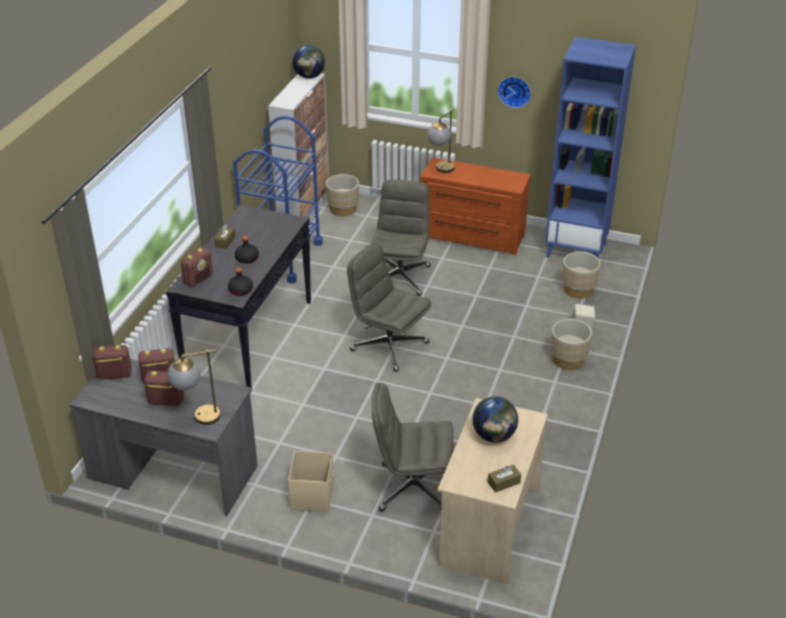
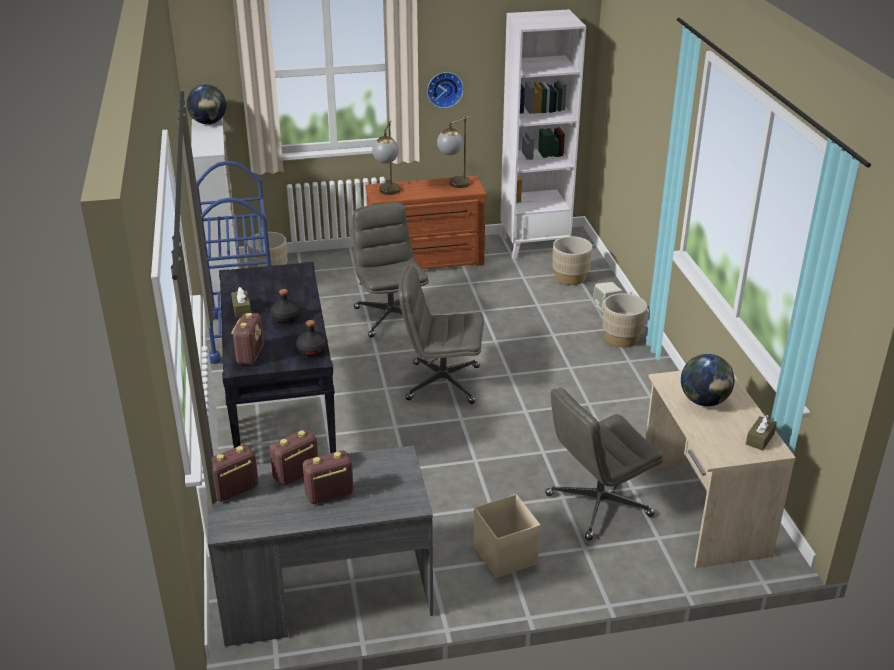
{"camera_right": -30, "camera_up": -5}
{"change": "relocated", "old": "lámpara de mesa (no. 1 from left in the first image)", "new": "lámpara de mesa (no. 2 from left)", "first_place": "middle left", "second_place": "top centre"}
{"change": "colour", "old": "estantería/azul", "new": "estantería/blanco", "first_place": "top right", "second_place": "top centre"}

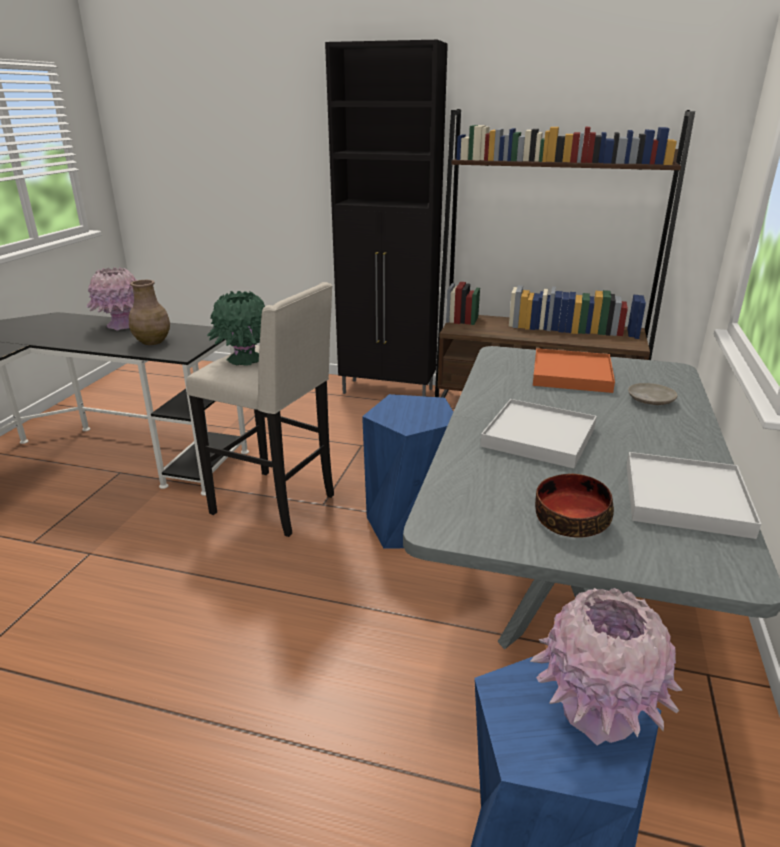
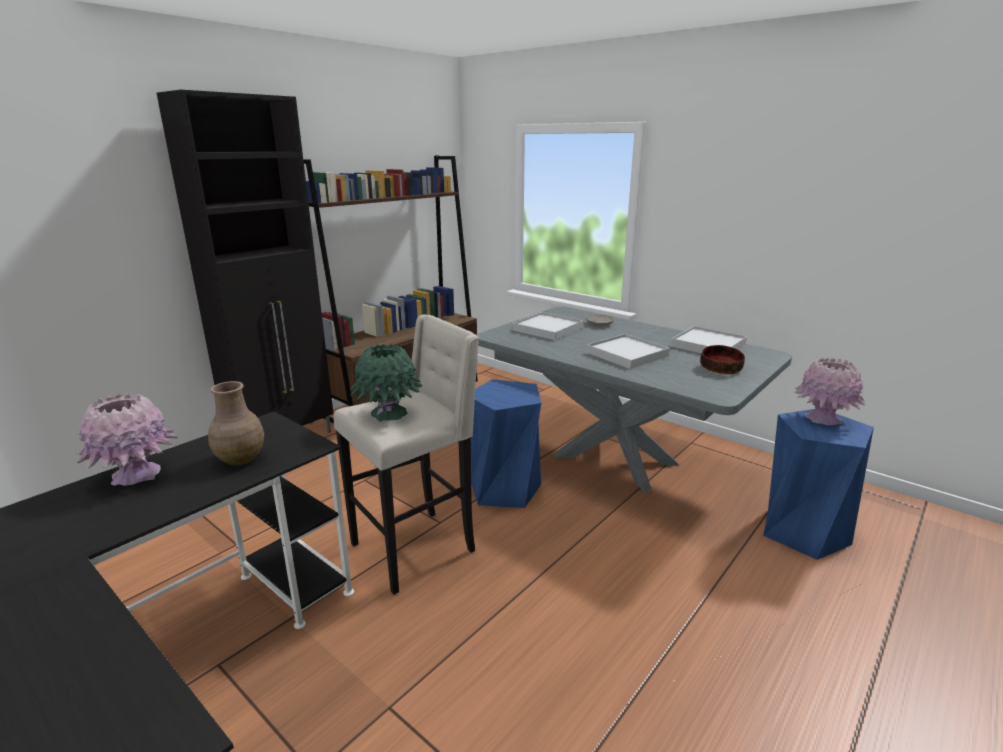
{"camera_right": -65, "camera_up": -5}
{"change": "colour", "old": "bandeja/naranja", "new": "bandeja/blanco (no. 1 from left)", "first_place": "middle right", "second_place": "centre"}

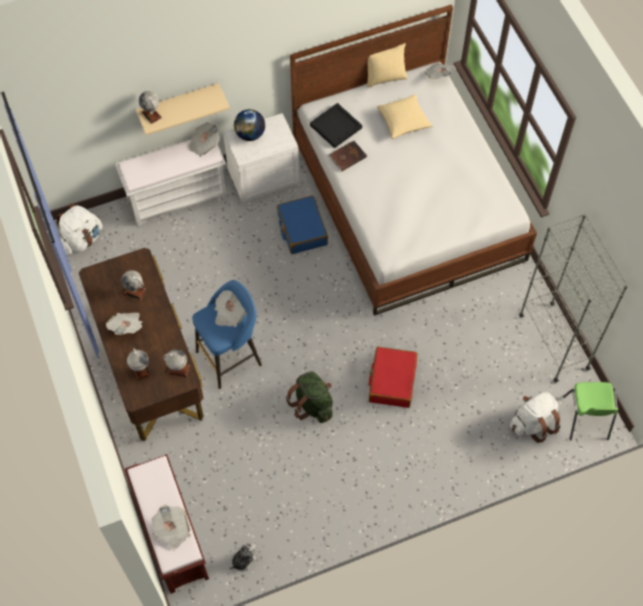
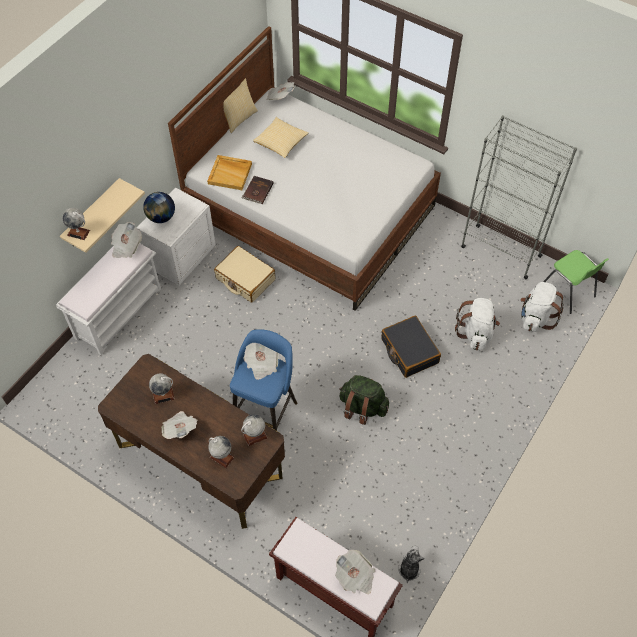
{"camera_right": -35, "camera_up": -5}
{"change": "colour", "old": "bandeja/negro", "new": "bandeja/beis", "first_place": "top centre", "second_place": "top centre"}
{"change": "colour", "old": "maleta/azul", "new": "maleta/beis", "first_place": "centre", "second_place": "centre"}
{"change": "colour", "old": "maleta/rojo", "new": "maleta/negro", "first_place": "centre", "second_place": "centre"}
{"change": "relocated", "old": "mochila/blanco (no. 1 from left)", "first_place": "middle left", "second_place": "middle right"}

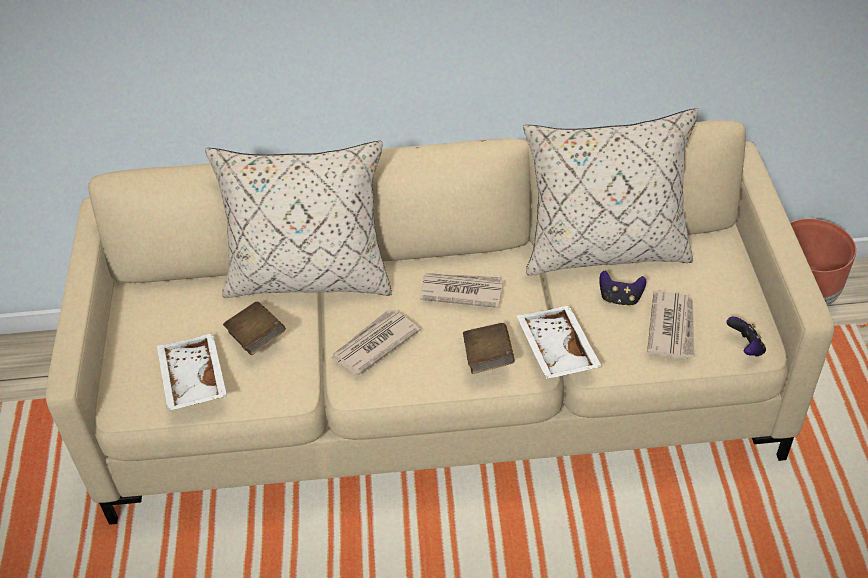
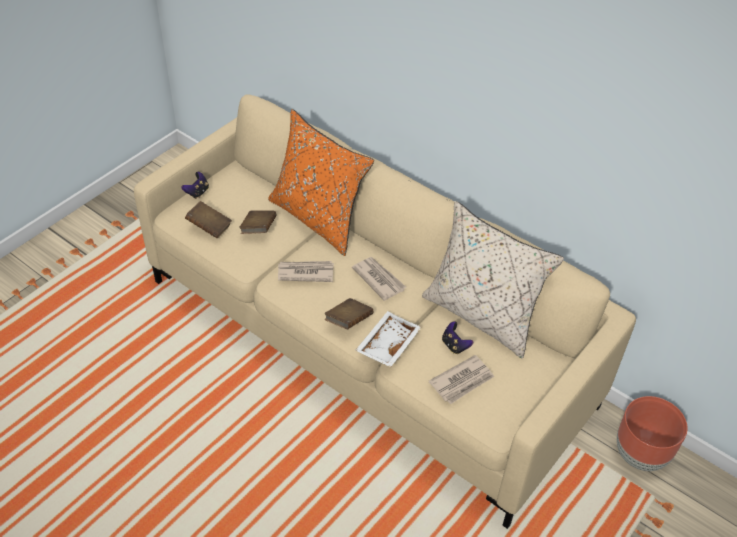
{"camera_right": 40, "camera_up": 0}
{"change": "relocated", "old": "mando de consola (no. 2 from left in the first image)", "new": "mando de consola (no. 1 from left)", "first_place": "middle right", "second_place": "middle left"}
{"change": "exchanged", "old": "bandeja/blanco (no. 1 from left)", "new": "libro/marrón (no. 1 from left)", "first_place": "middle left", "second_place": "middle left"}
{"change": "colour", "old": "cojín/beis (no. 1 from left)", "new": "cojín/naranja", "first_place": "centre", "second_place": "centre"}

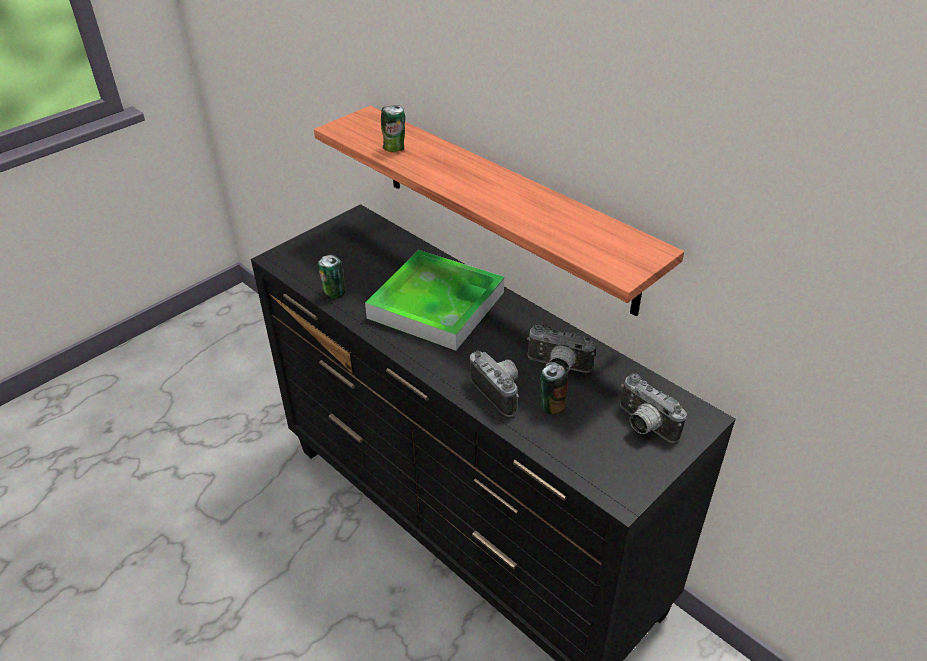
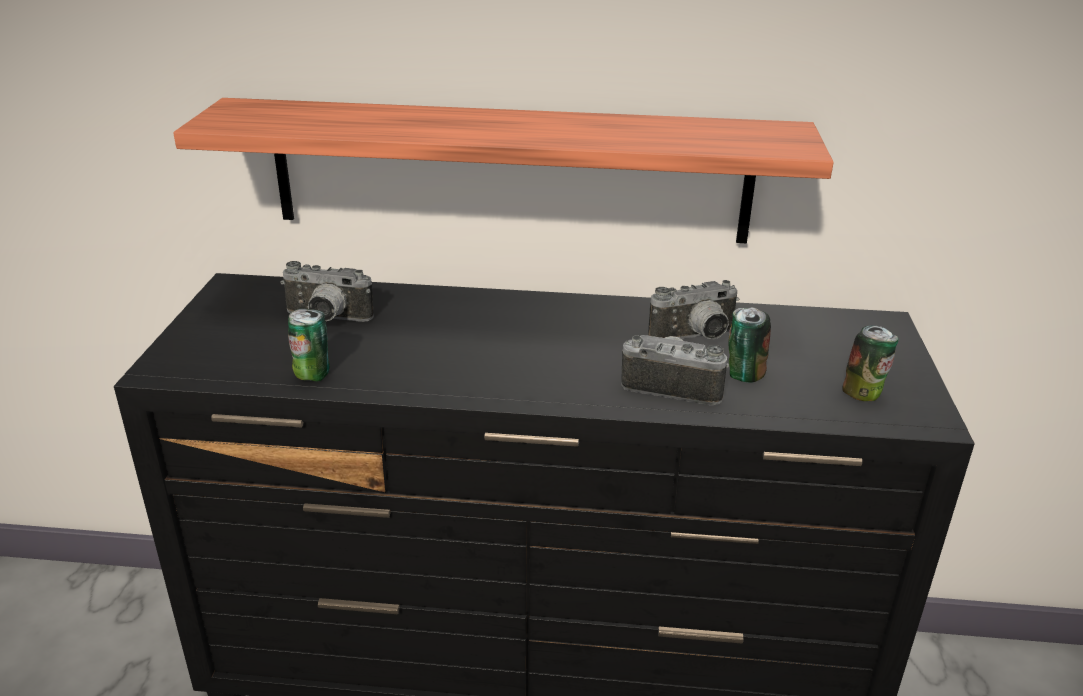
{"camera_right": -40, "camera_up": -10}
{"change": "relocated", "old": "cámara (no. 3 from left in the first image)", "new": "cámara (no. 1 from left)", "first_place": "middle right", "second_place": "middle left"}
{"change": "relocated", "old": "lata (no. 2 from left in the first image)", "new": "lata (no. 3 from left)", "first_place": "top centre", "second_place": "middle right"}
{"change": "missing", "old": "bandeja", "first_place": "centre"}

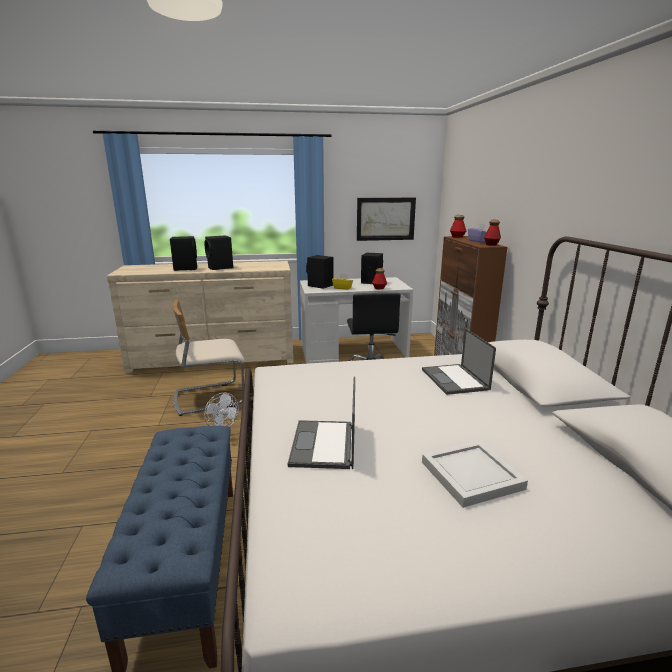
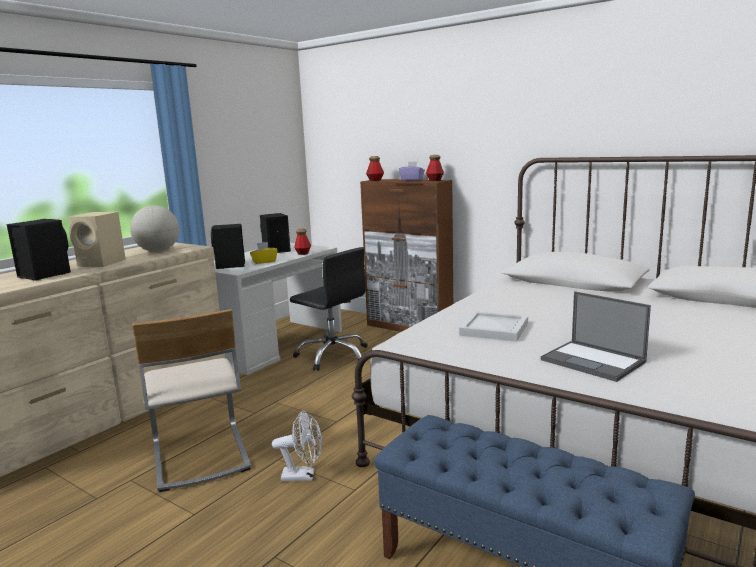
{"camera_right": -45, "camera_up": -5}
{"change": "colour", "old": "altavoz/negro (no. 2 from left)", "new": "altavoz/beis", "first_place": "middle left", "second_place": "middle left"}
{"change": "appeared", "new": "globo terráqueo", "second_place": "middle left"}
{"change": "spun", "old": "silla/beis", "first_place": "middle left", "second_place": "bottom left", "degrees": -45}
{"change": "relocated", "old": "bandeja/blanco", "first_place": "bottom right", "second_place": "centre"}
{"change": "missing", "old": "cuadro", "first_place": "top centre"}
{"change": "missing", "old": "portátil (no. 2 from left)", "first_place": "middle right"}

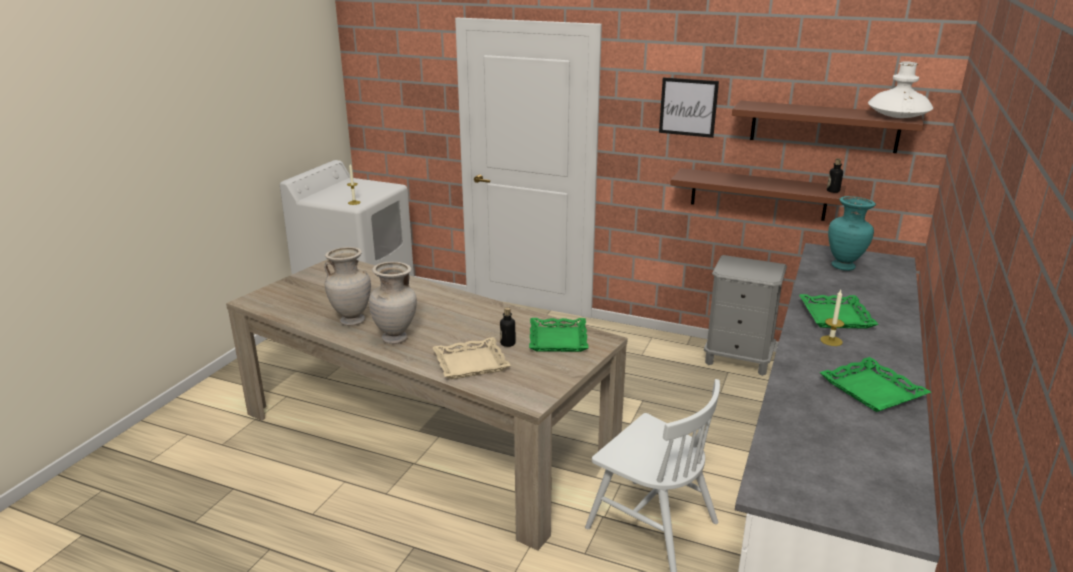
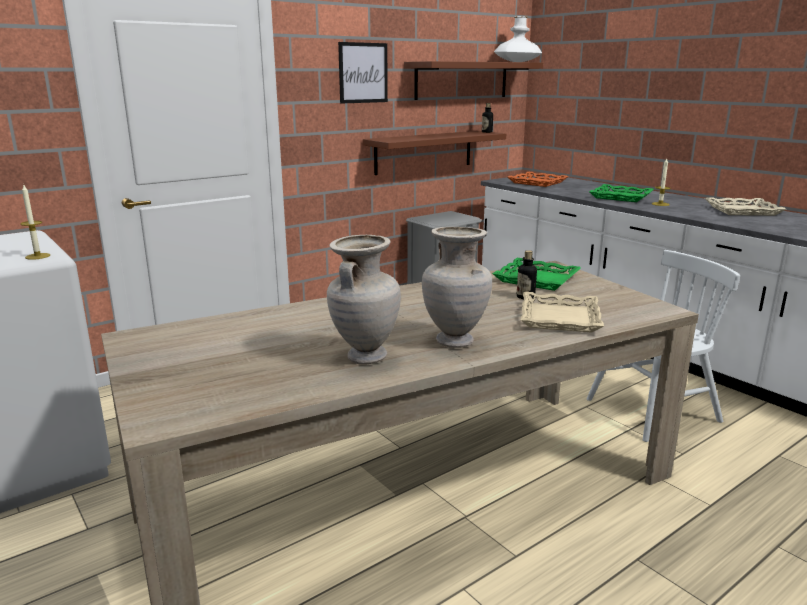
{"camera_right": -60, "camera_up": -5}
{"change": "exchanged", "old": "florero/turquesa", "new": "bandeja/naranja", "first_place": "middle right", "second_place": "top right"}
{"change": "colour", "old": "bandeja/verde (no. 3 from left)", "new": "bandeja/beis (no. 2 from left)", "first_place": "bottom right", "second_place": "middle right"}

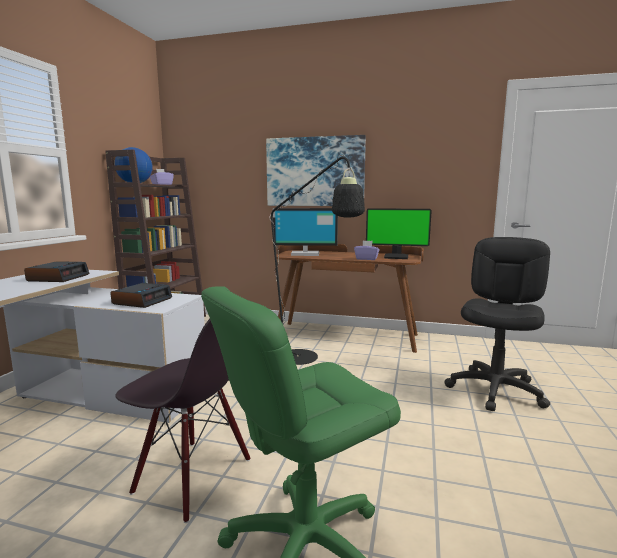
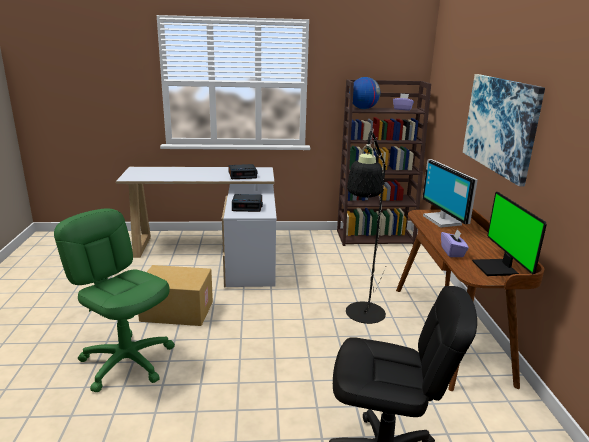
{"camera_right": 70, "camera_up": 10}
{"change": "exchanged", "old": "silla/negro", "new": "caja de cartón", "first_place": "bottom left", "second_place": "bottom left"}

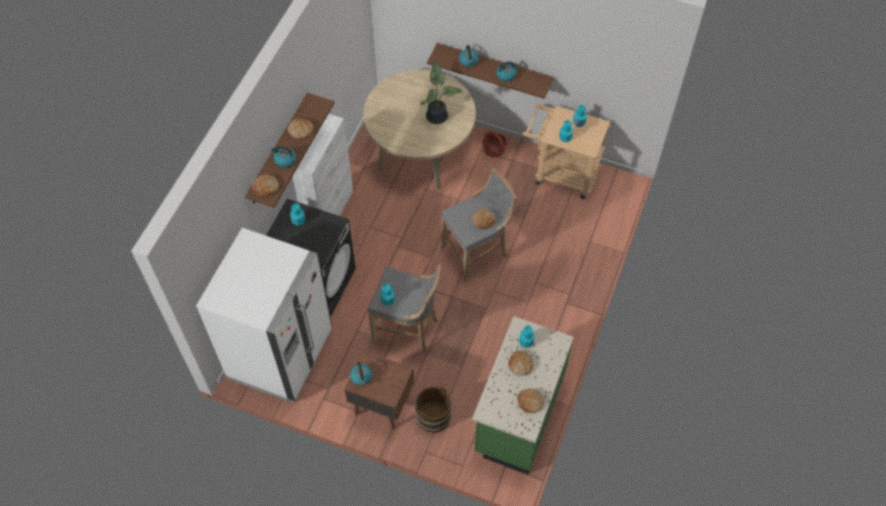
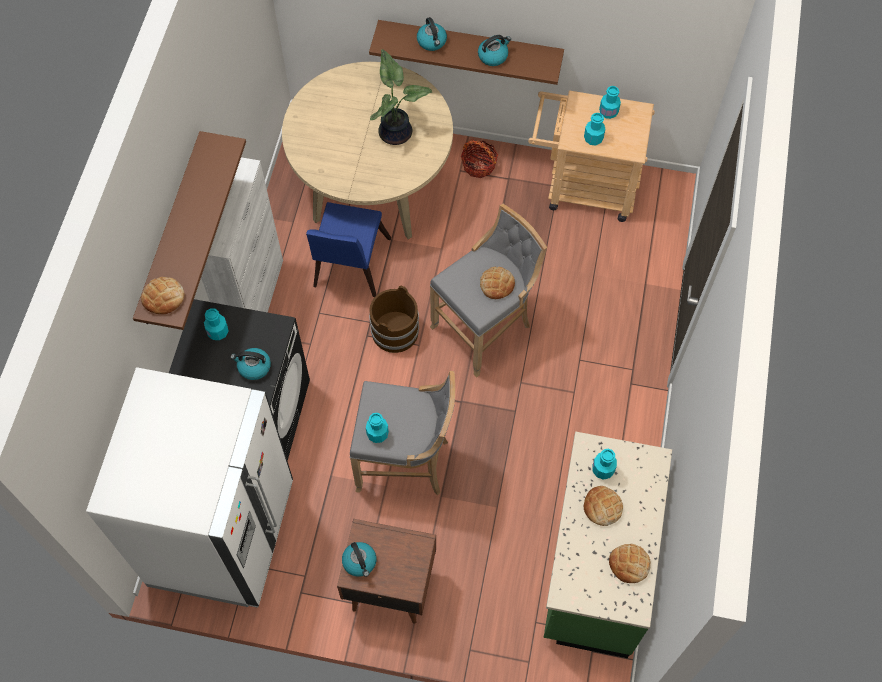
{"camera_right": -10, "camera_up": 5}
{"change": "relocated", "old": "hervidor (no. 1 from left)", "first_place": "top left", "second_place": "middle left"}
{"change": "appeared", "new": "silla/azul", "second_place": "centre"}
{"change": "relocated", "old": "cubo/marrón", "first_place": "bottom centre", "second_place": "centre"}
{"change": "missing", "old": "pan (no. 2 from left)", "first_place": "top centre"}

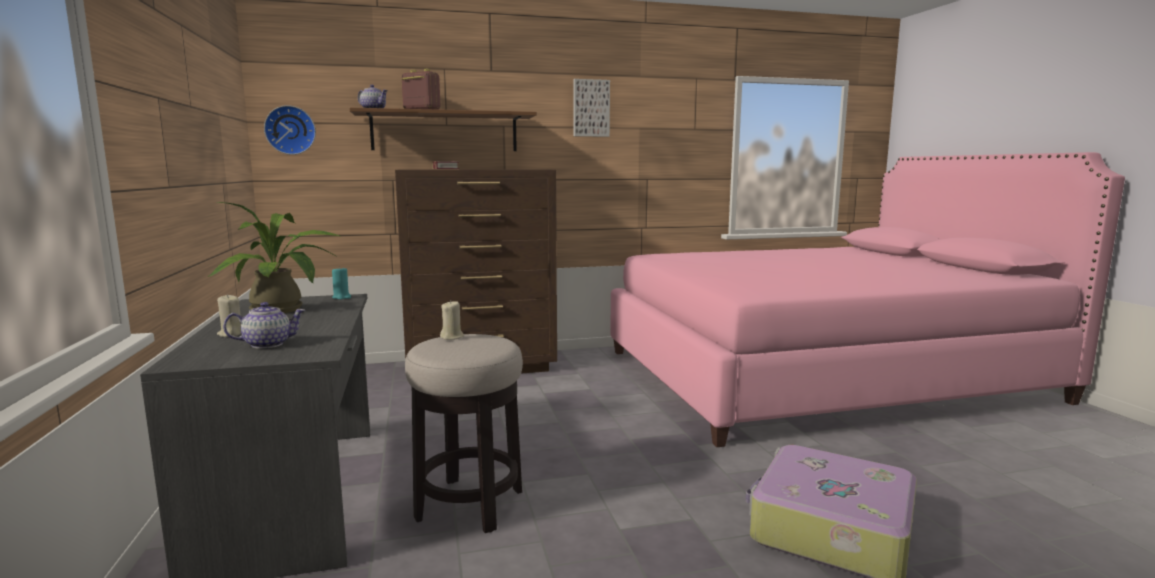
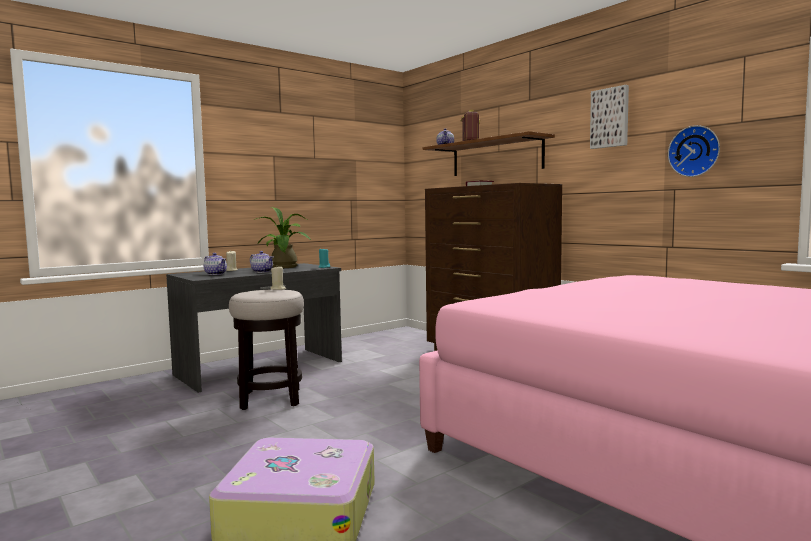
{"camera_right": 65, "camera_up": -5}
{"change": "appeared", "new": "tetera (no. 2 from left)", "second_place": "middle left"}
{"change": "relocated", "old": "reloj de pared", "first_place": "top left", "second_place": "top right"}

